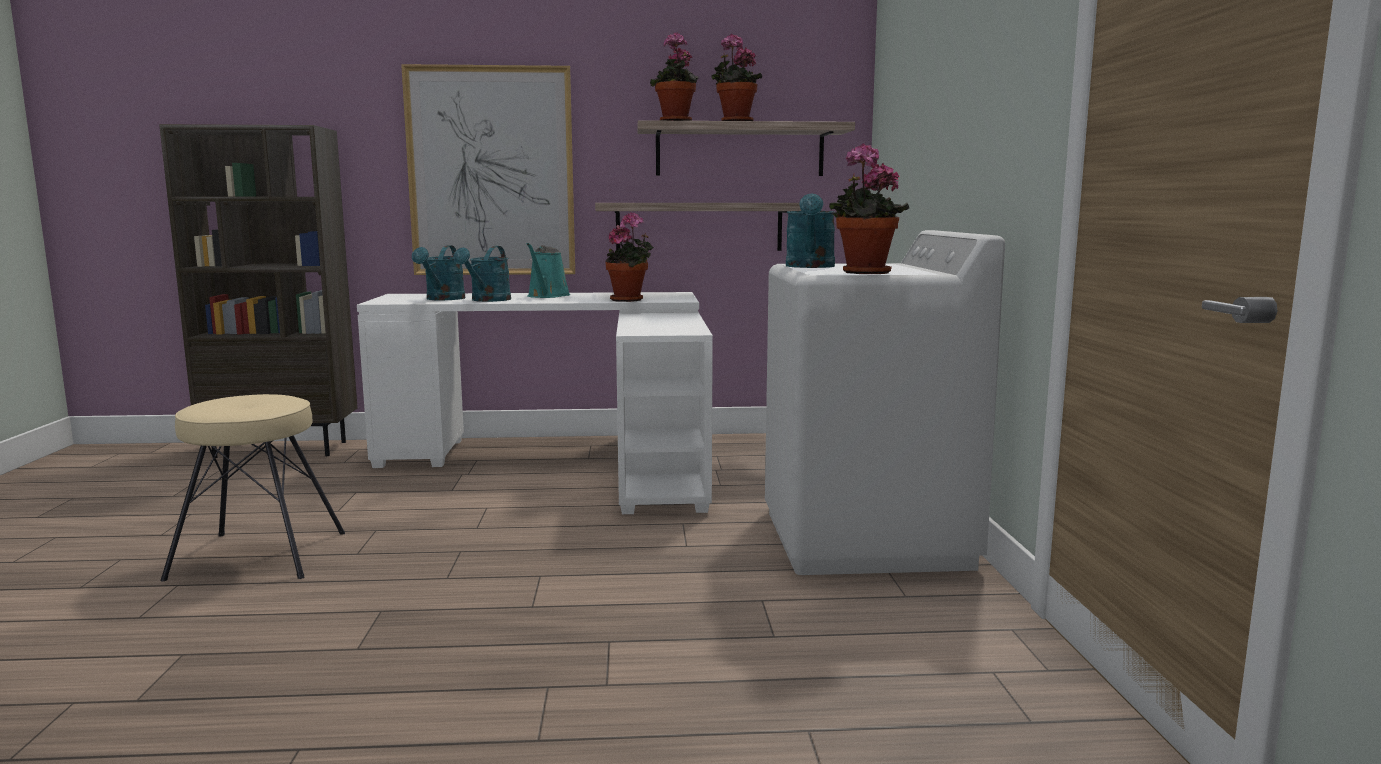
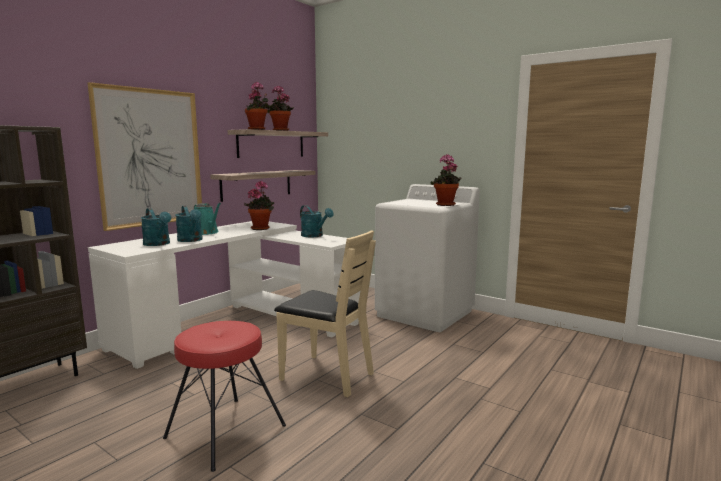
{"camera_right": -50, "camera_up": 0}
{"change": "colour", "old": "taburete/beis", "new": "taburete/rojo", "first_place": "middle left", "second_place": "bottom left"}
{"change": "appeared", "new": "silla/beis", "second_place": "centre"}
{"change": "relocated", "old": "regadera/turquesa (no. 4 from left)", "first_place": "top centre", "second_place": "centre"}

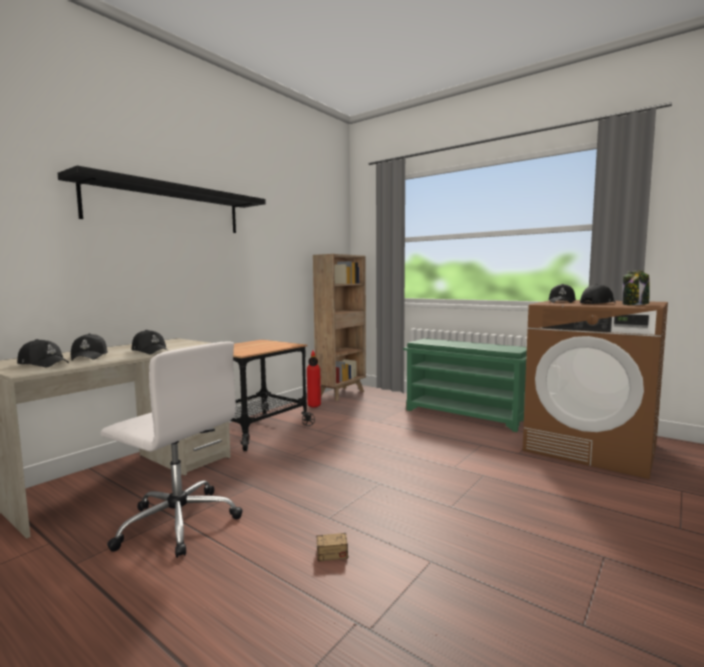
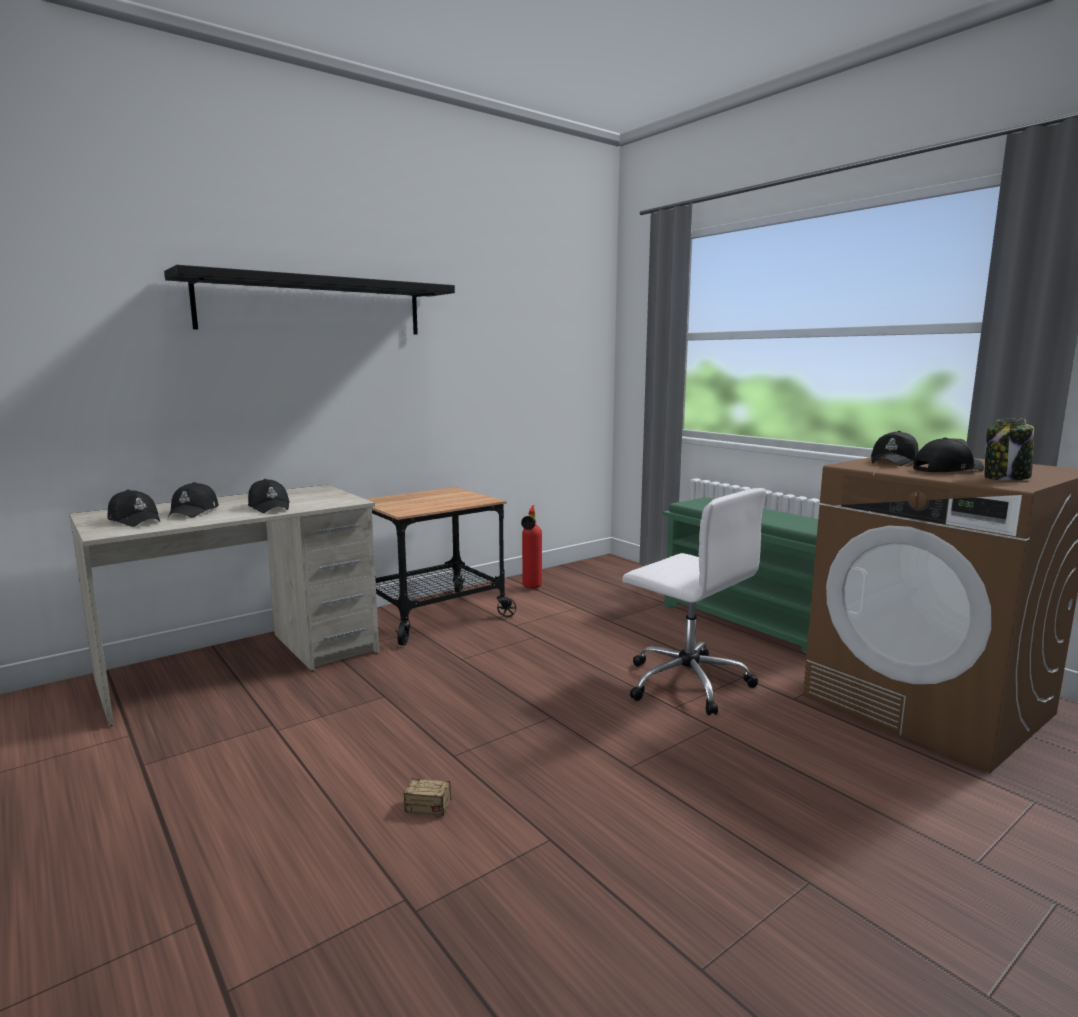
{"camera_right": 15, "camera_up": 5}
{"change": "relocated", "old": "silla de oficina/blanco", "first_place": "bottom left", "second_place": "centre"}
{"change": "missing", "old": "estantería/marrón", "first_place": "centre"}

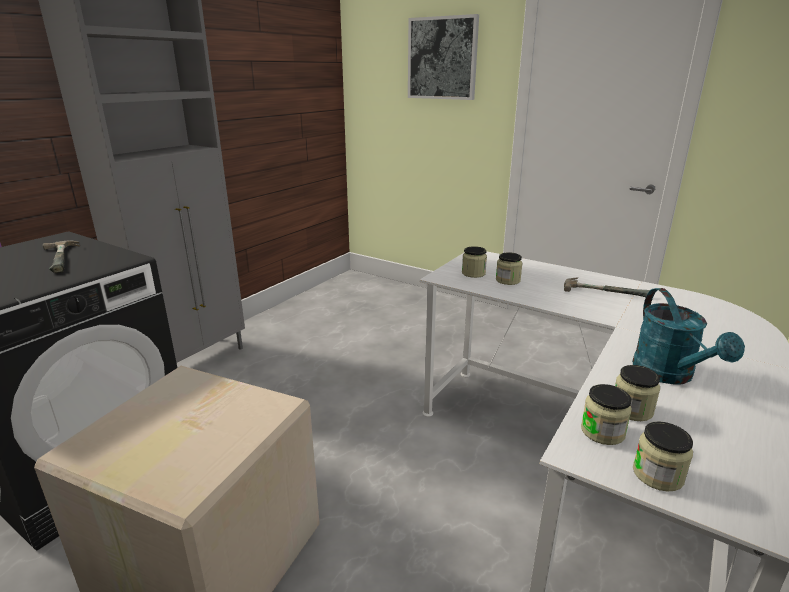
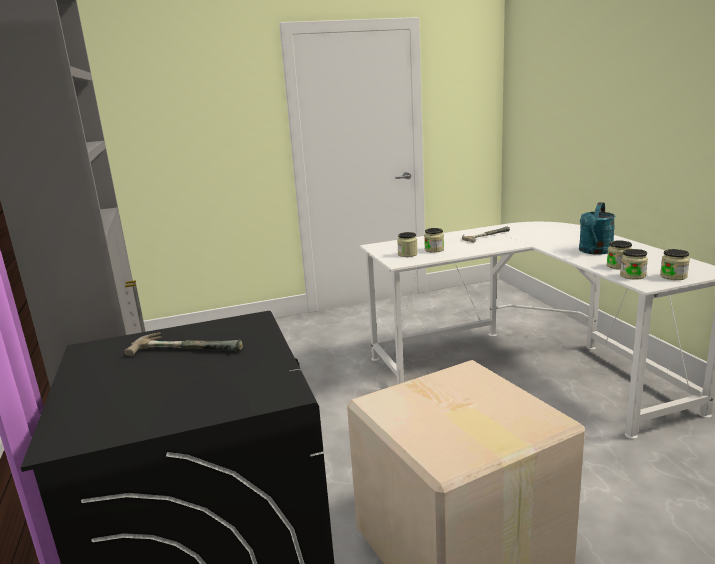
{"camera_right": -50, "camera_up": -5}
{"change": "spun", "old": "regadera/turquesa", "first_place": "middle right", "second_place": "middle right", "degrees": 90}
{"change": "missing", "old": "cuadro", "first_place": "top centre"}

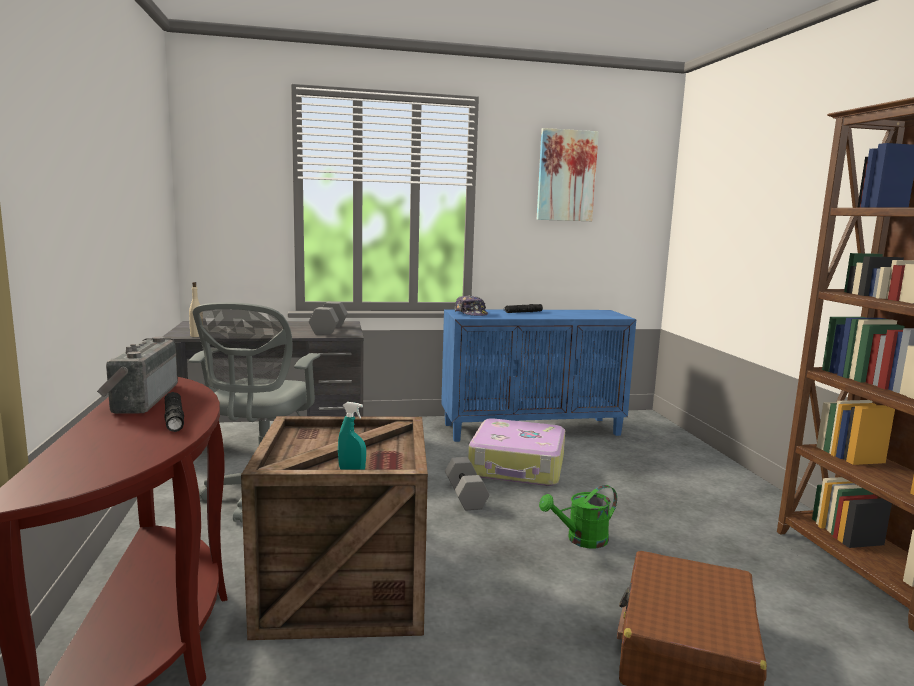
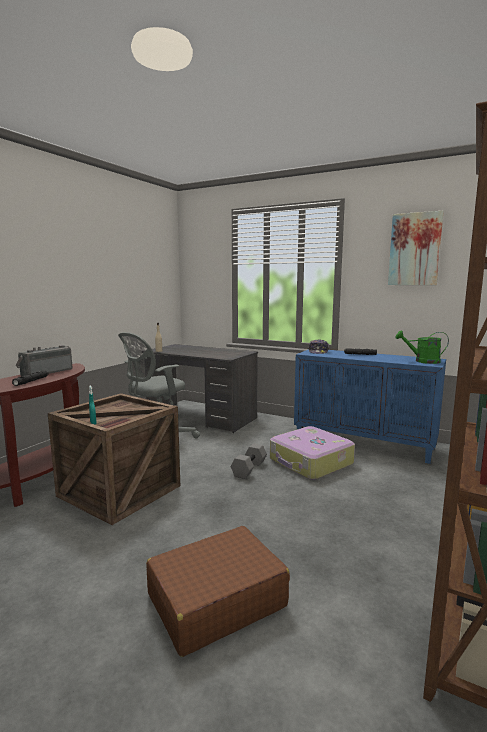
{"camera_right": 40, "camera_up": 0}
{"change": "relocated", "old": "regadera/verde", "first_place": "bottom centre", "second_place": "middle right"}
{"change": "missing", "old": "mancuerna/gris (no. 1 from left)", "first_place": "centre"}

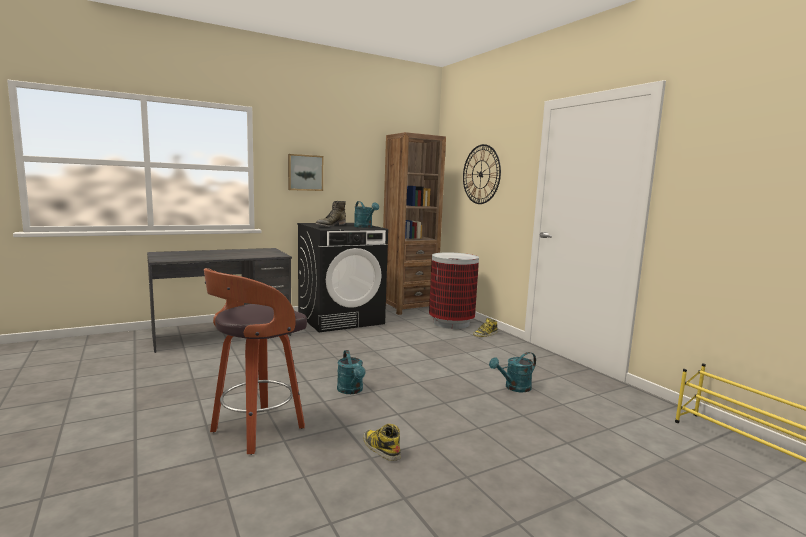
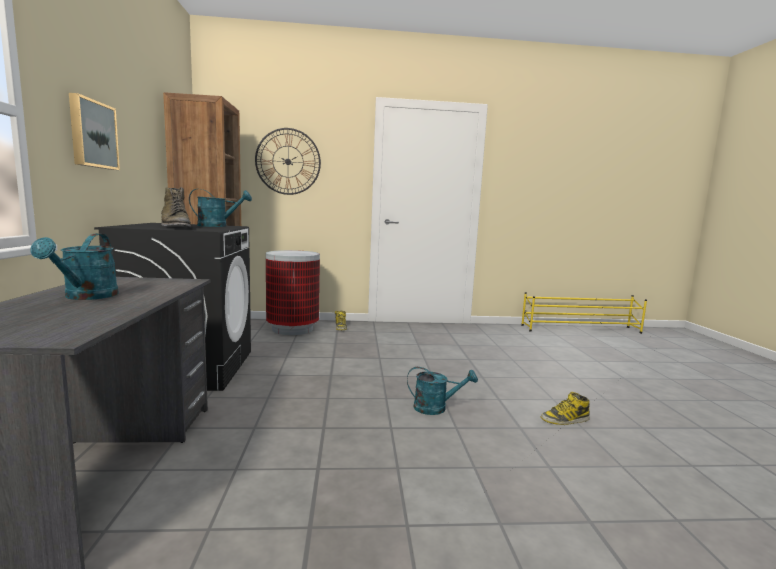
{"camera_right": -65, "camera_up": 0}
{"change": "relocated", "old": "regadera/turquesa (no. 3 from left in the first image)", "new": "regadera/turquesa (no. 1 from left)", "first_place": "bottom centre", "second_place": "middle left"}
{"change": "missing", "old": "taburete", "first_place": "bottom left"}

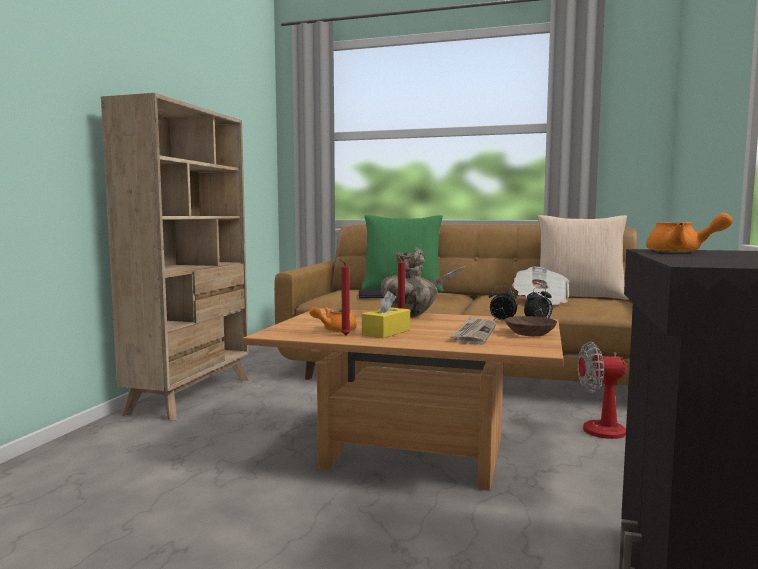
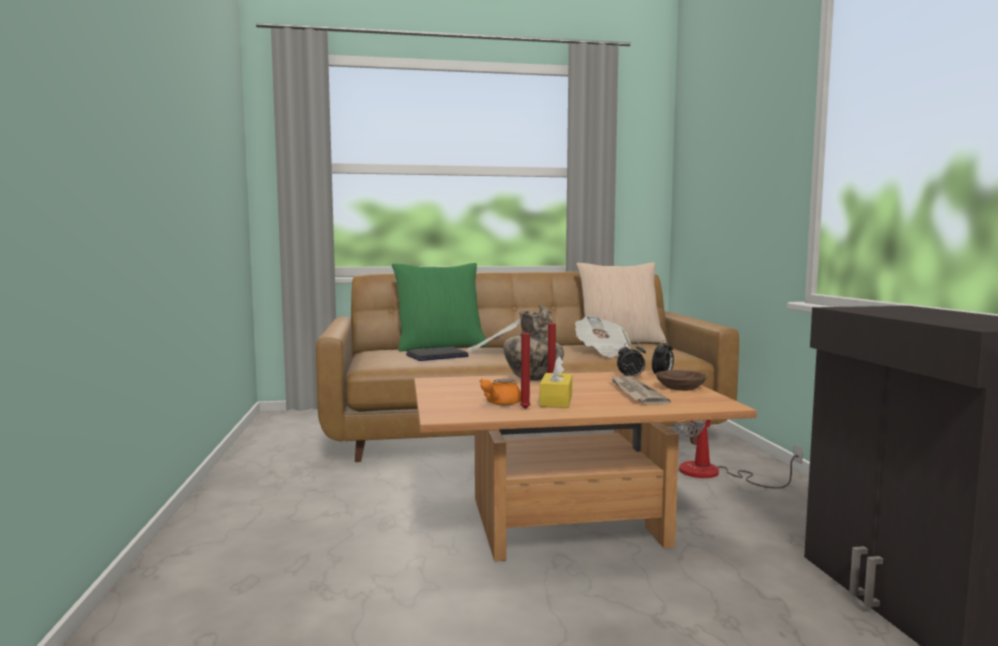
{"camera_right": -25, "camera_up": 0}
{"change": "missing", "old": "estantería/beis", "first_place": "middle left"}
{"change": "missing", "old": "tetera/naranja (no. 2 from left)", "first_place": "middle right"}

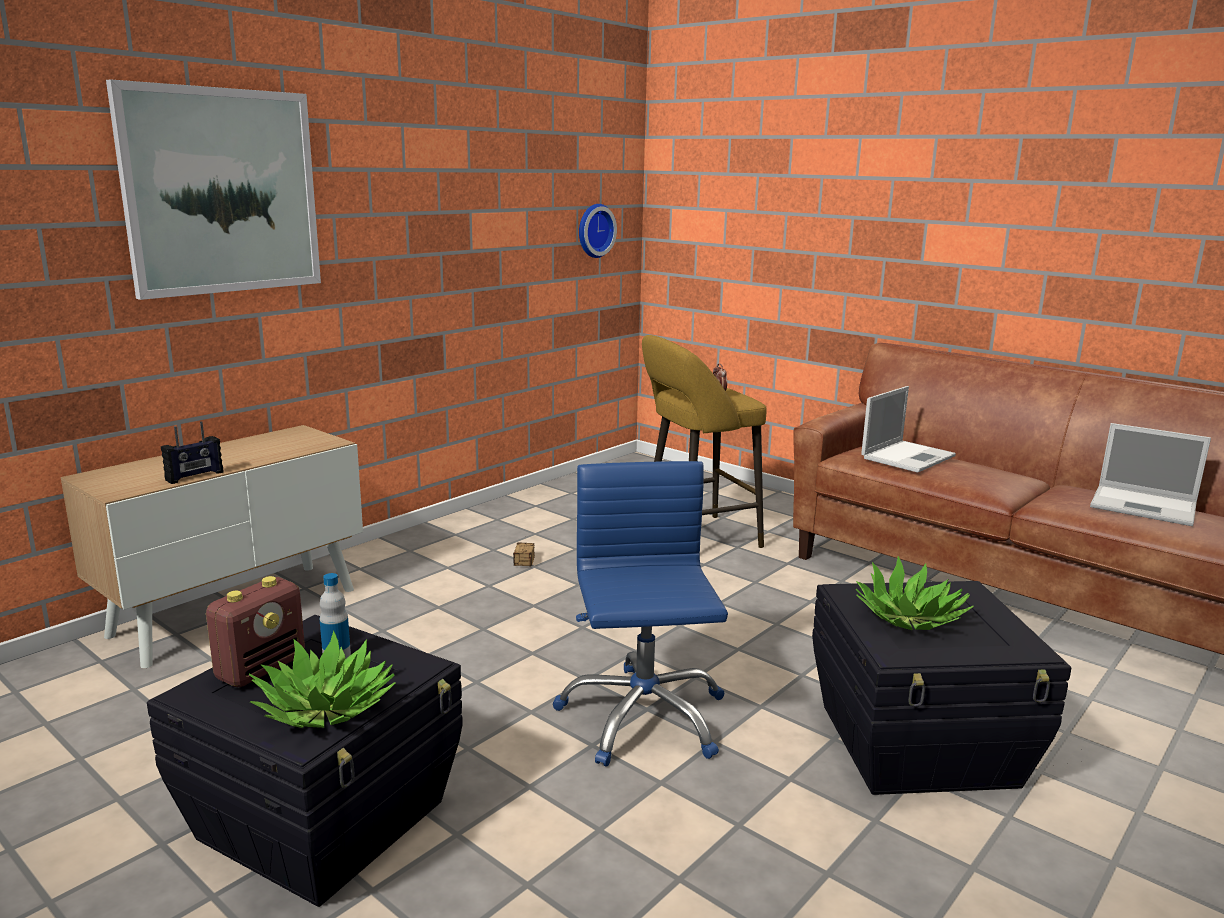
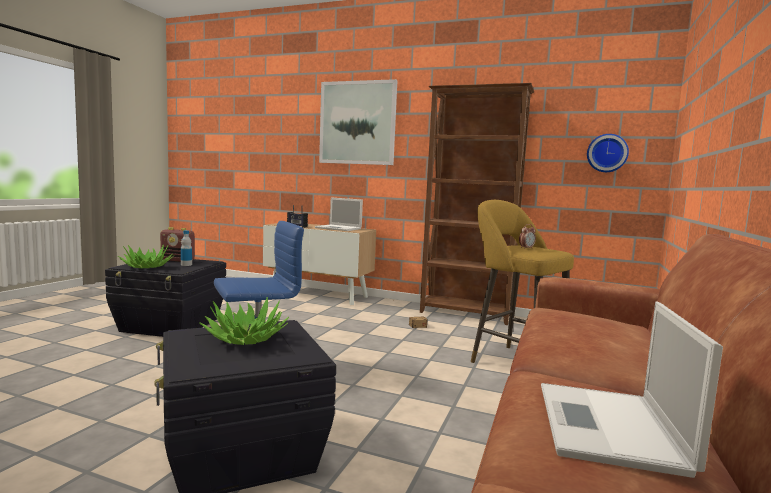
{"camera_right": 70, "camera_up": -10}
{"change": "relocated", "old": "portátil (no. 1 from left)", "first_place": "middle right", "second_place": "centre"}
{"change": "appeared", "new": "estantería/marrón", "second_place": "centre"}

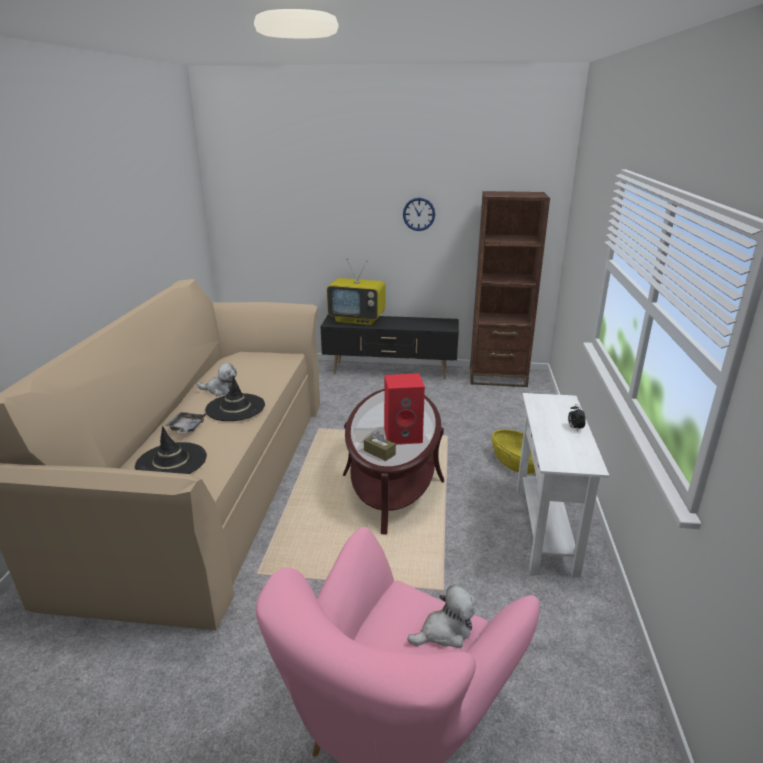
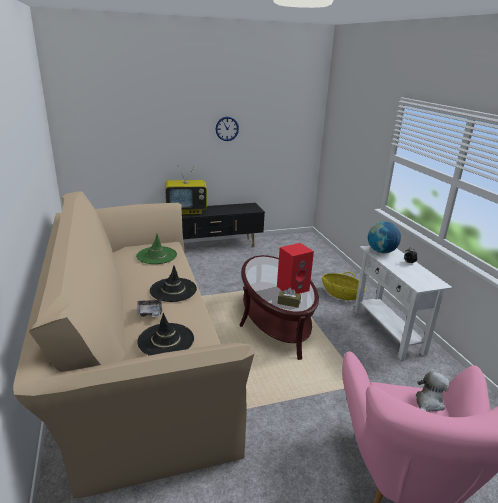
{"camera_right": -25, "camera_up": 0}
{"change": "appeared", "new": "sombrero/verde", "second_place": "middle left"}
{"change": "appeared", "new": "globo terráqueo", "second_place": "middle right"}
{"change": "missing", "old": "peluche (no. 1 from left)", "first_place": "middle left"}
{"change": "missing", "old": "estantería/marrón", "first_place": "middle right"}

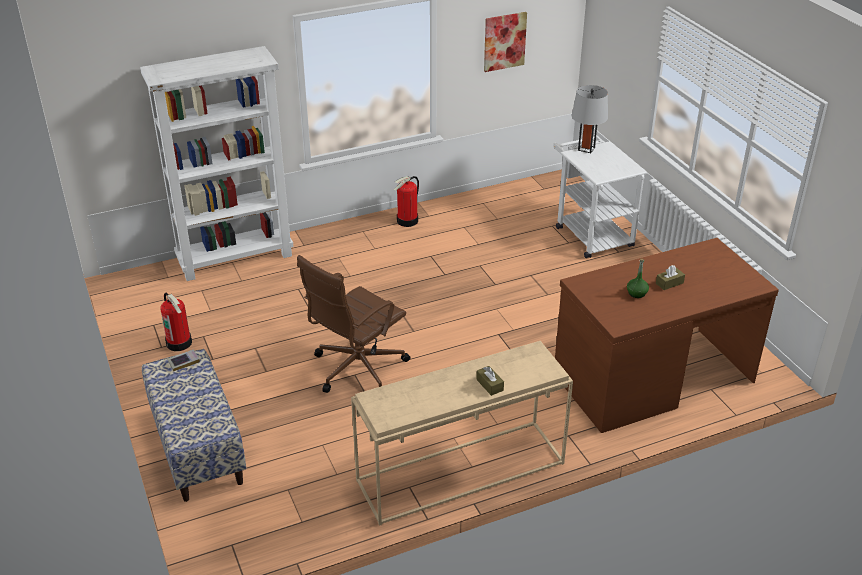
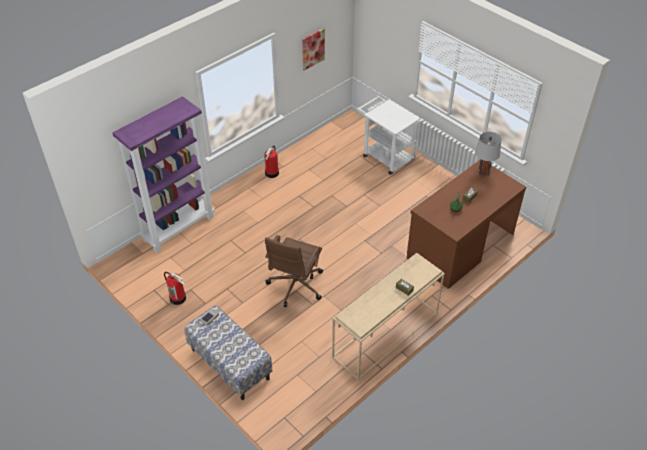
{"camera_right": -20, "camera_up": 10}
{"change": "colour", "old": "estantería/blanco", "new": "estantería/morado", "first_place": "top left", "second_place": "middle left"}
{"change": "relocated", "old": "lámpara de mesa/gris", "first_place": "top right", "second_place": "middle right"}

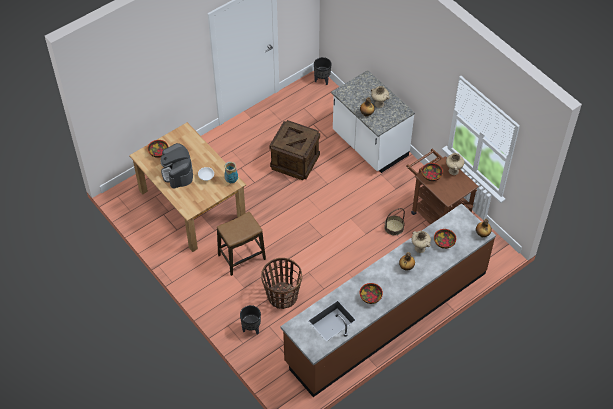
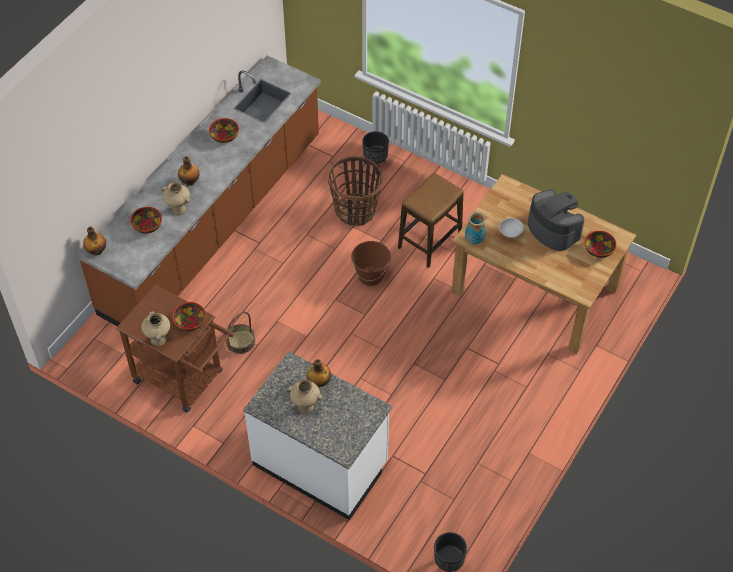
{"camera_right": 160, "camera_up": 0}
{"change": "appeared", "new": "cubo/marrón", "second_place": "centre"}
{"change": "missing", "old": "caja de embalaje", "first_place": "centre"}

